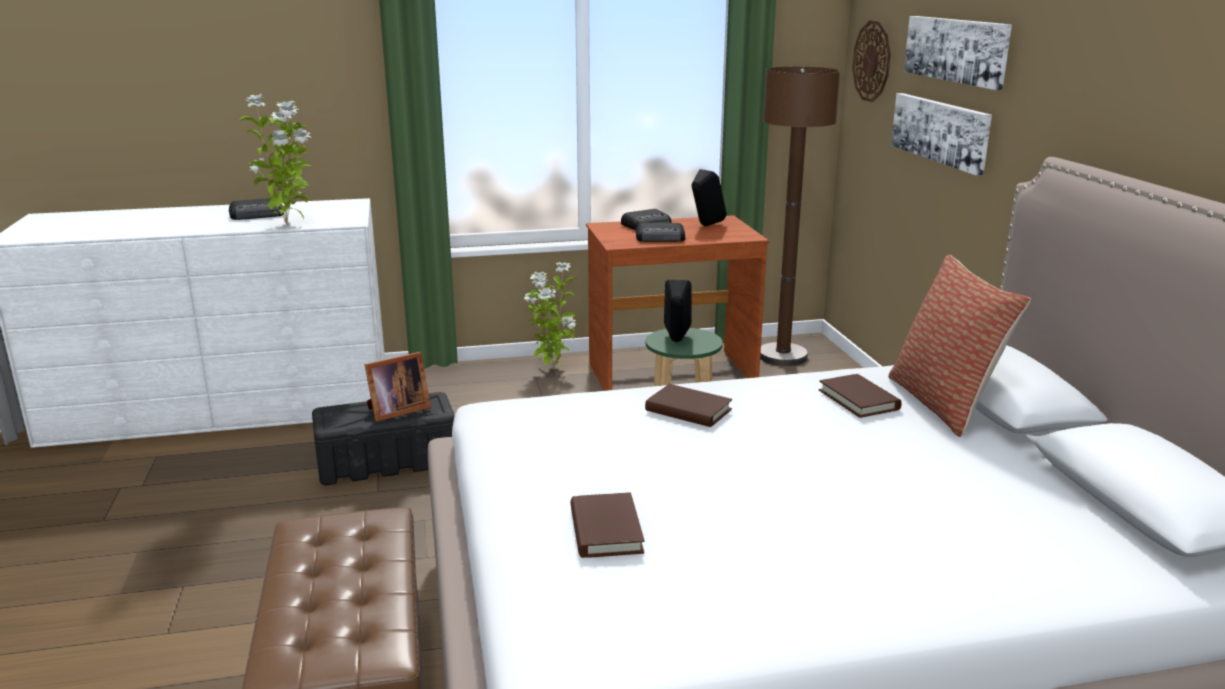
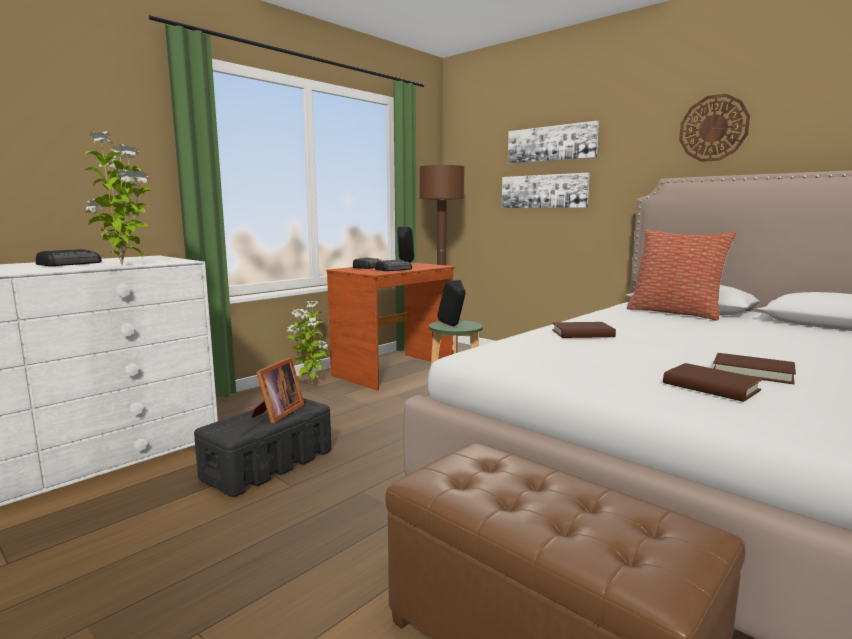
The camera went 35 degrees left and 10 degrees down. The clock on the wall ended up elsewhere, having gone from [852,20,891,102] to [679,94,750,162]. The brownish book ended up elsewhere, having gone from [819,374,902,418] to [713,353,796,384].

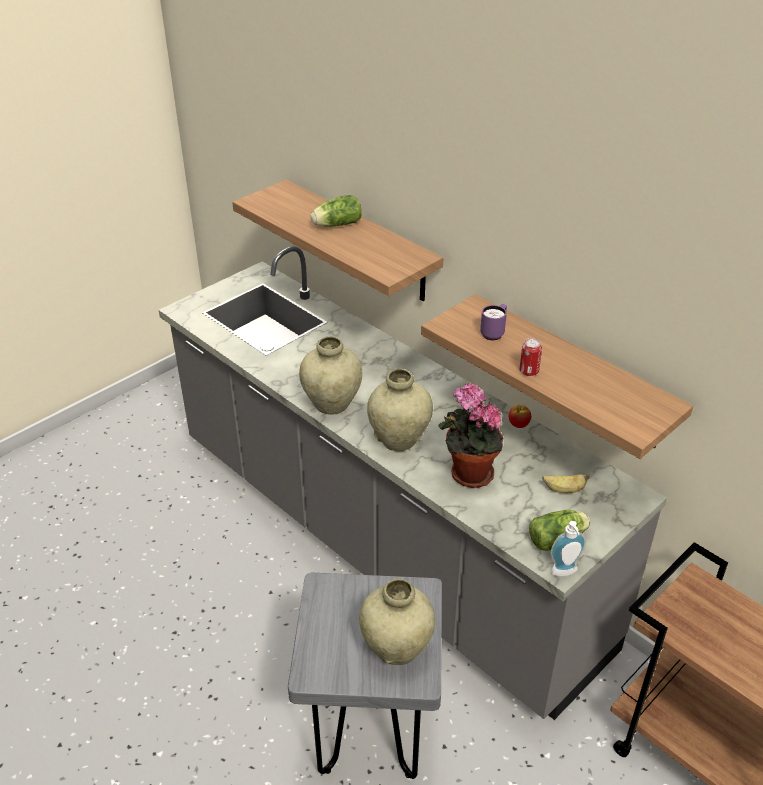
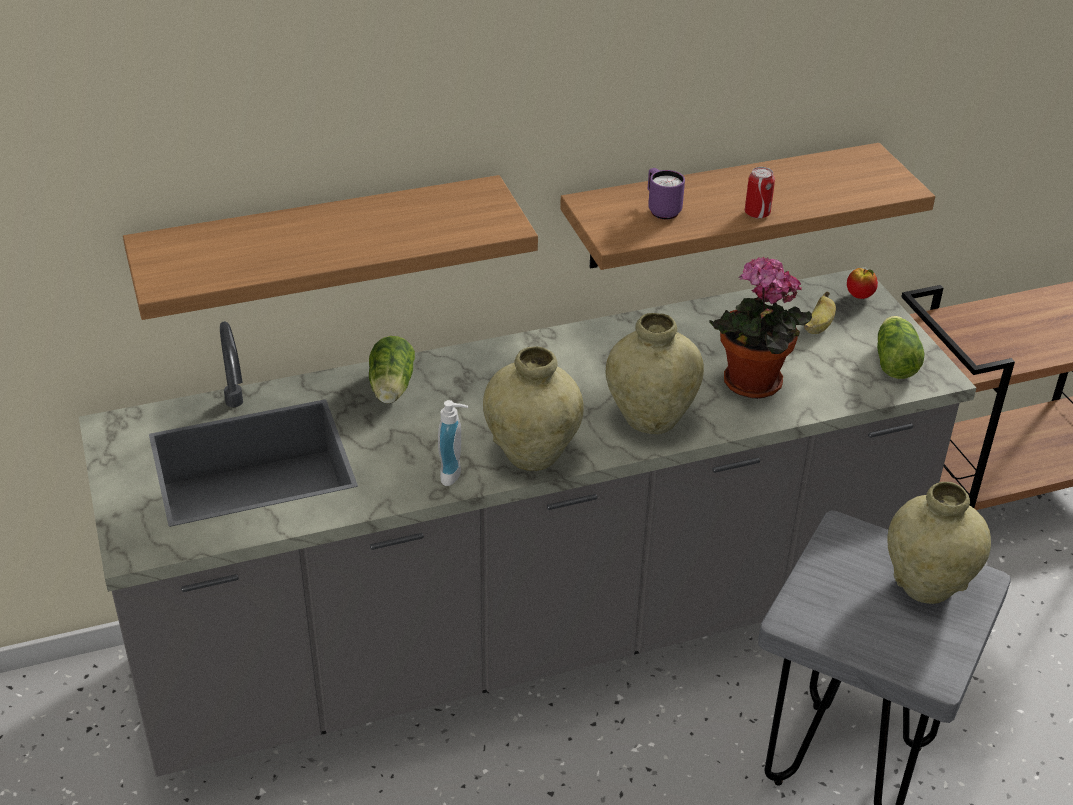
The camera went 65 degrees left and 0 degrees up. The lettuce head ended up elsewhere, having gone from [311,195,362,227] to [369,336,415,404]. The apple fruit ended up elsewhere, having gone from [509,405,531,428] to [847,268,878,299]. The liquid soap bottle ended up elsewhere, having gone from [551,521,586,576] to [438,400,468,486].

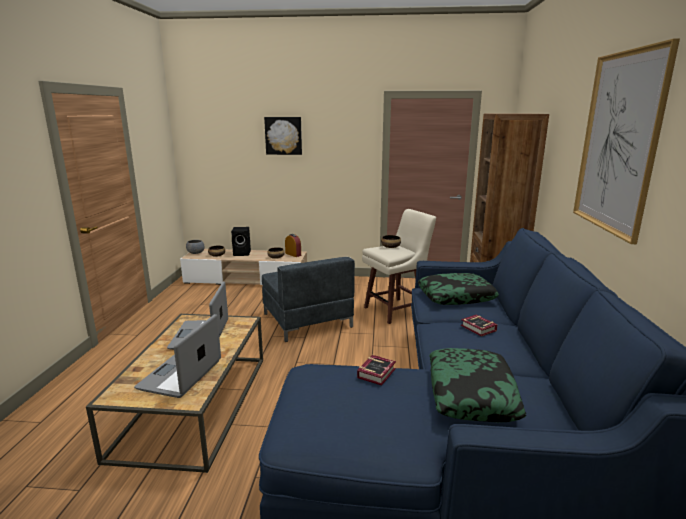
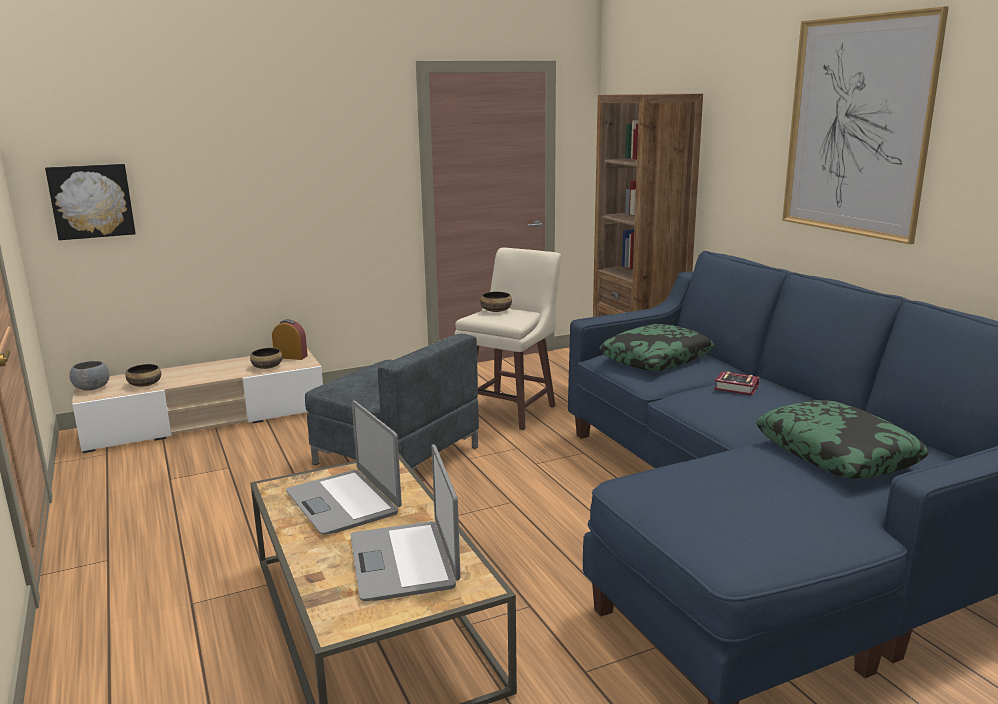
The camera went 30 degrees left and 0 degrees up. The wall art ended up elsewhere, having gone from [264,117,302,155] to [45,164,136,240]. The second view lost the blackish audio speaker at [231,227,251,256]. The second view lost the book at [357,355,396,386].

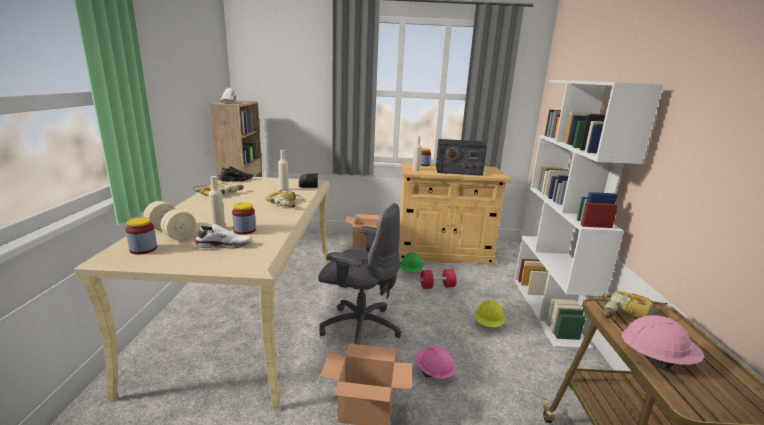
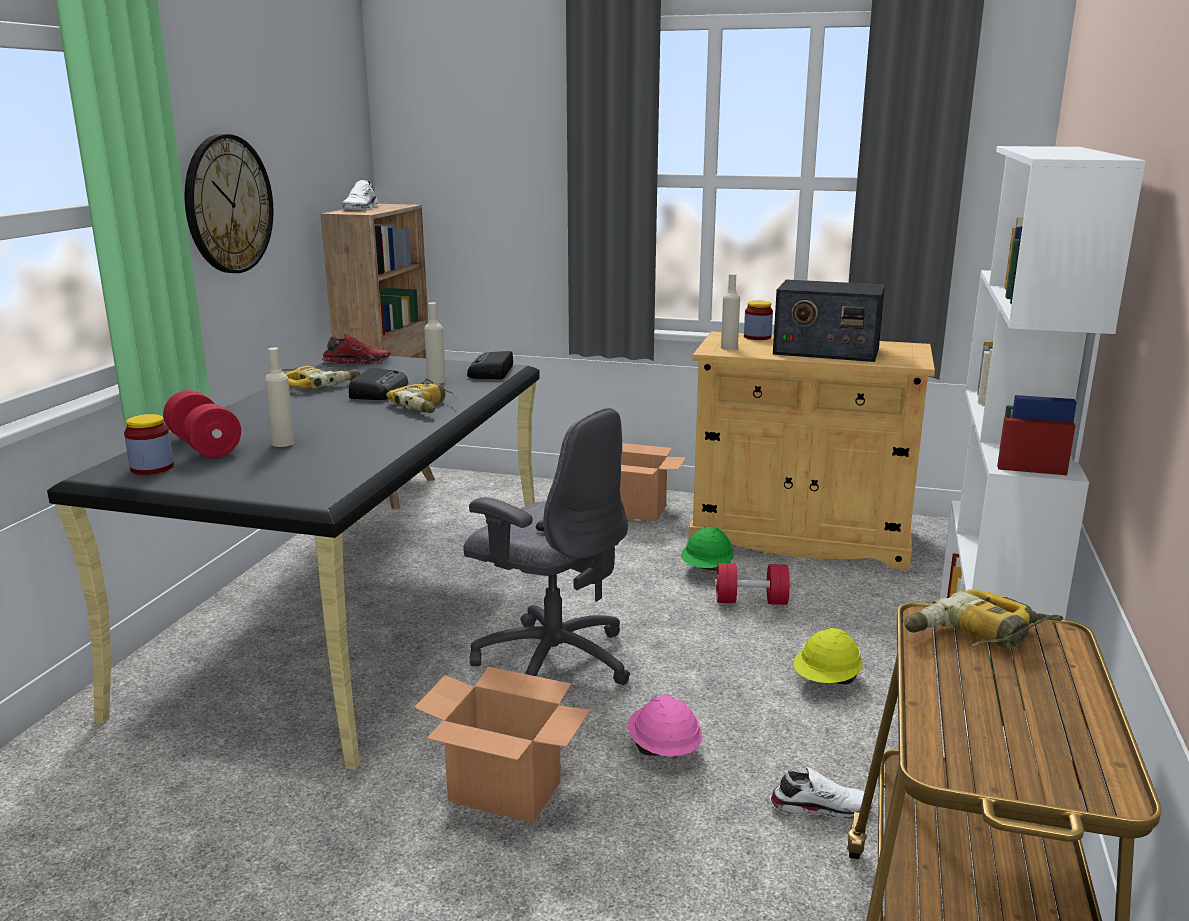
The camera went 15 degrees right and 0 degrees up. What was the blackish low shoe at [217,166,253,181] turned into the reddish low shoe at [322,334,391,364]. What was the beige desk at [74,177,330,410] turned into the blackish desk at [47,356,540,770]. What was the beige dumbbell at [143,201,196,240] turned into the reddish dumbbell at [163,390,241,457]. The second view lost the storage jar at [232,203,256,235]. The white-coloured low shoe ended up elsewhere, having gone from [194,223,252,249] to [769,767,874,819]. The second view lost the pink work helmet at [622,315,704,370]. The second view gained the clock on the wall at [185,134,274,273]. The second view gained the radio at [349,368,408,400].

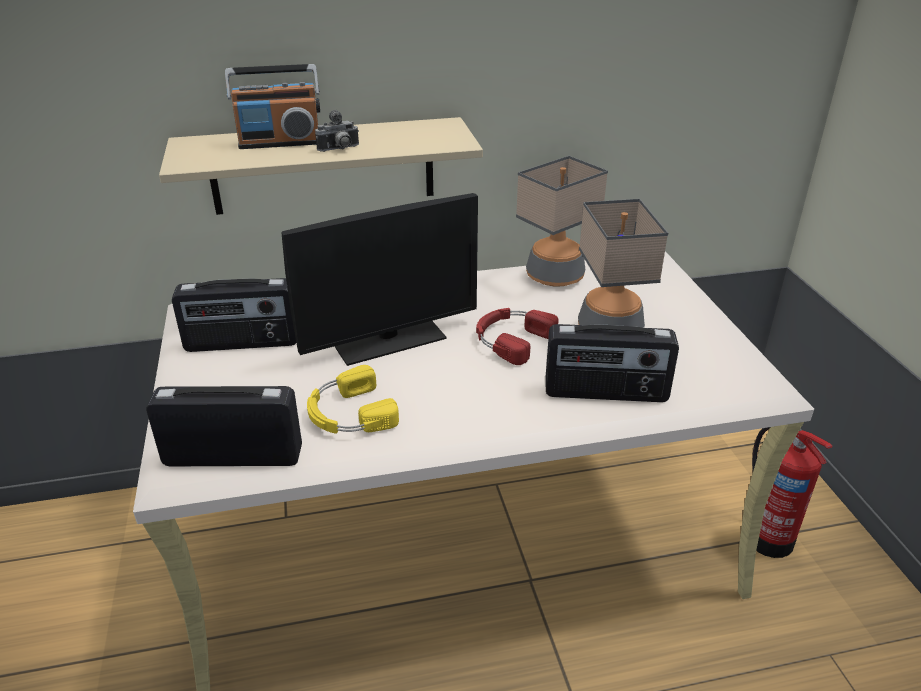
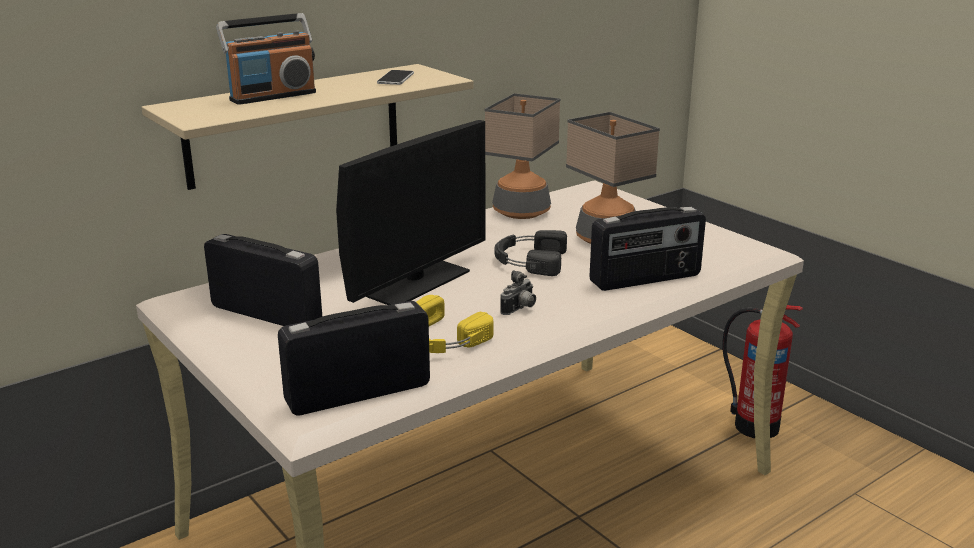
The camera went 25 degrees left and 10 degrees down. The photo camera ended up elsewhere, having gone from [315,110,359,152] to [500,270,536,315]. The radio at [172,278,296,352] ended up facing another way, 120 degrees counterclockwise from before. What was the reddish headphones at [476,308,558,365] turned into the blackish headphones at [495,230,567,276]. The second view gained the phone at [377,70,414,85].

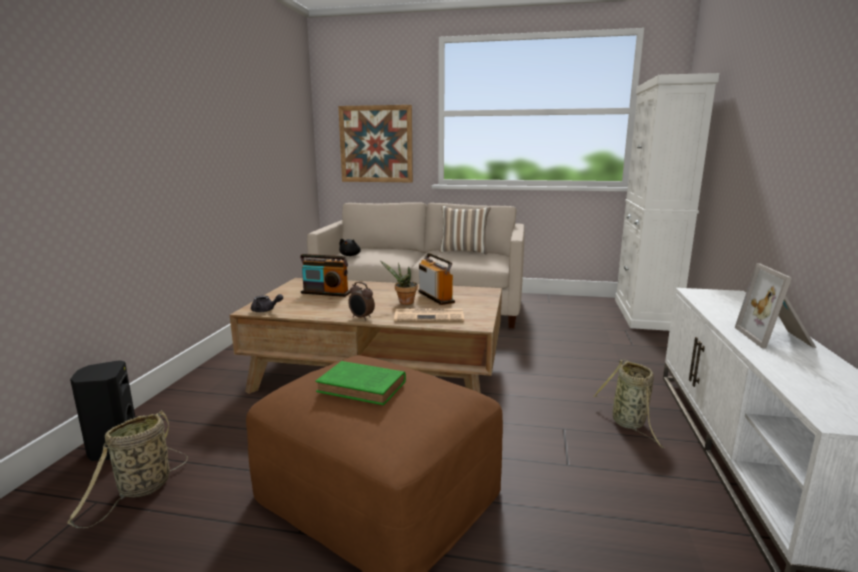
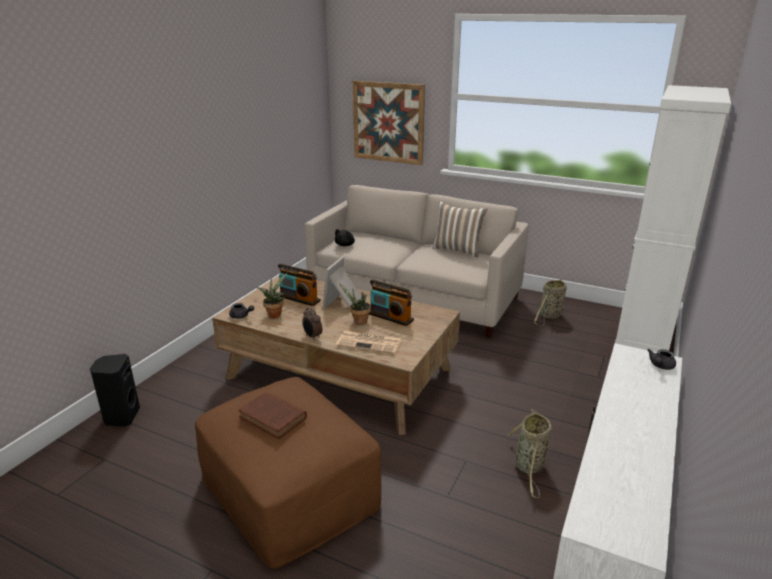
The camera went 15 degrees right and 10 degrees up. The radio at [418,253,455,305] ended up facing another way, 135 degrees clockwise from before. The standing frame ended up elsewhere, having gone from [735,263,816,349] to [323,256,362,309]. What was the green-coloured book at [315,361,406,405] turned into the brownish book at [238,392,307,439]. The storage basket ended up elsewhere, having gone from [67,410,188,528] to [534,279,566,326]. The second view gained the plant in a pot at [257,273,287,318]. The second view gained the gray teapot at [647,349,676,370].

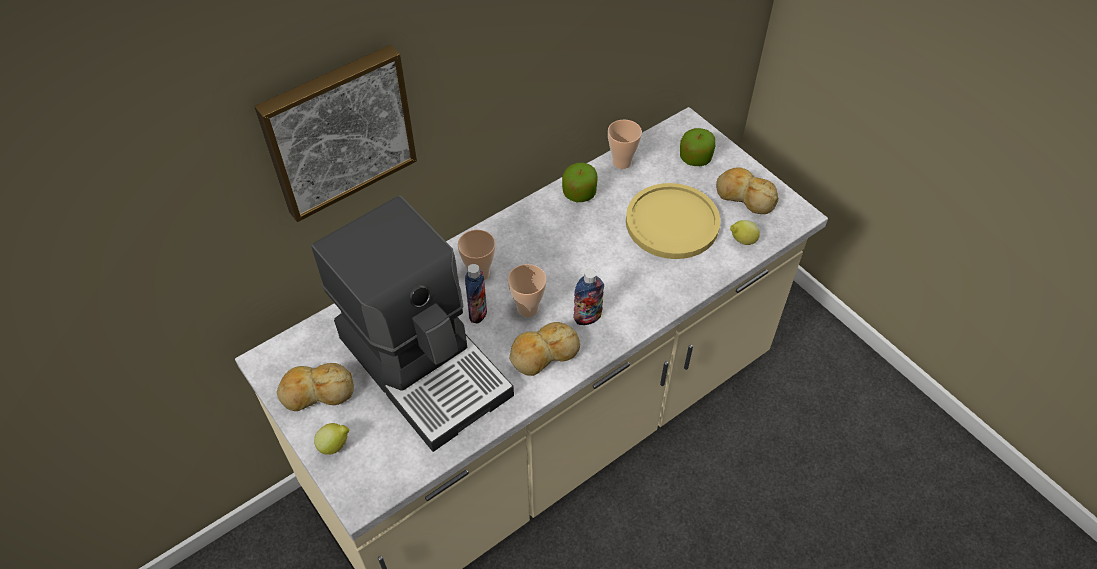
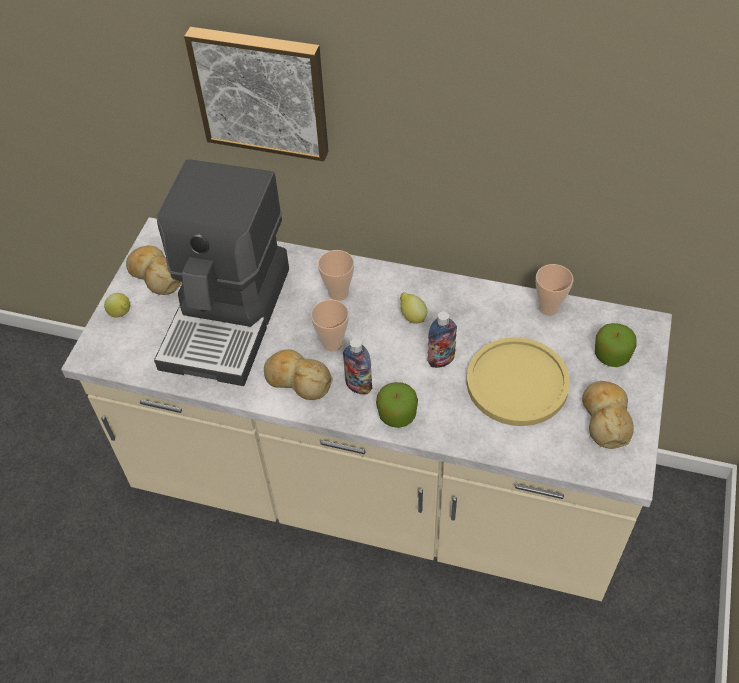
The camera went 55 degrees right and 0 degrees up. The apple fruit ended up elsewhere, having gone from [562,163,598,202] to [376,382,418,428]. The lemon ended up elsewhere, having gone from [730,220,760,245] to [400,292,427,324]. The bottle ended up elsewhere, having gone from [465,264,487,324] to [427,311,457,368].

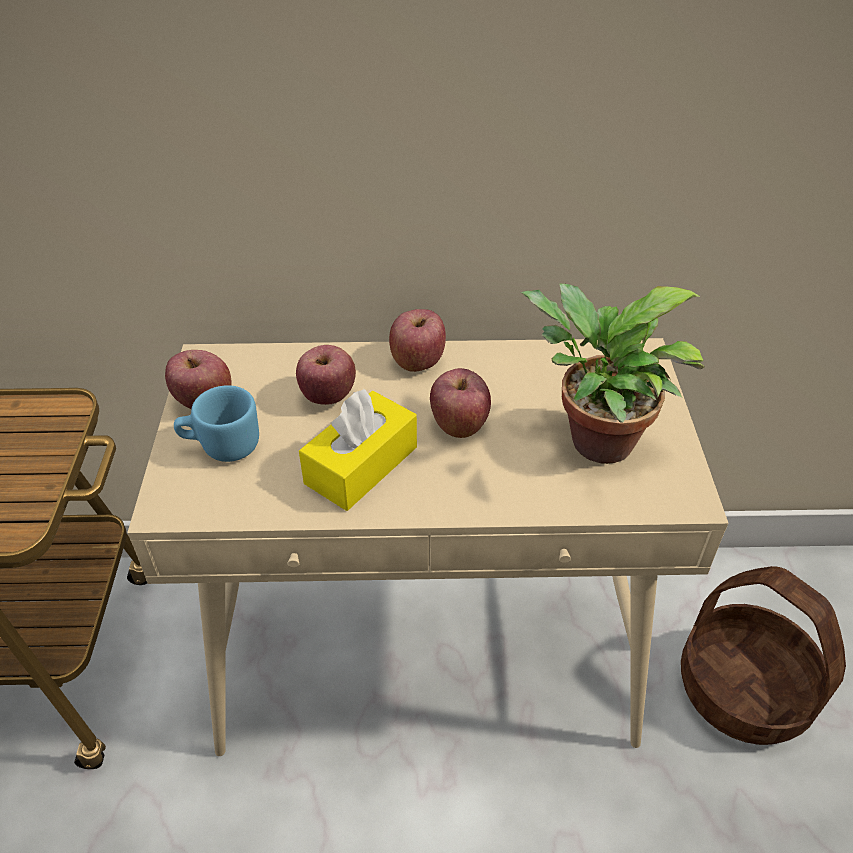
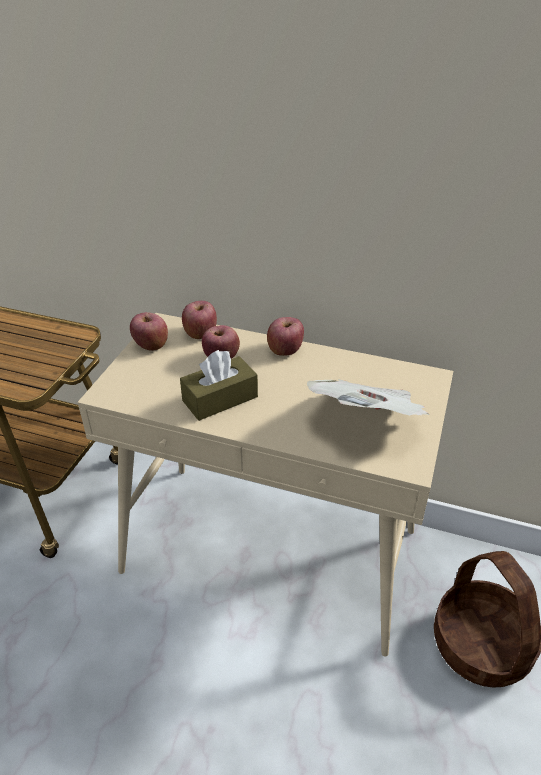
The camera went 20 degrees right and 5 degrees down. Where the plant in a pot stood at [520,283,705,464], the newspaper came to stand at [307,379,429,415]. The apple fruit ended up elsewhere, having gone from [430,368,491,438] to [182,301,217,339]. The second view lost the bluish mug at [174,385,259,462]. What was the yellowish box of tissues at [299,389,417,511] turned into the brownish box of tissues at [180,350,258,421].

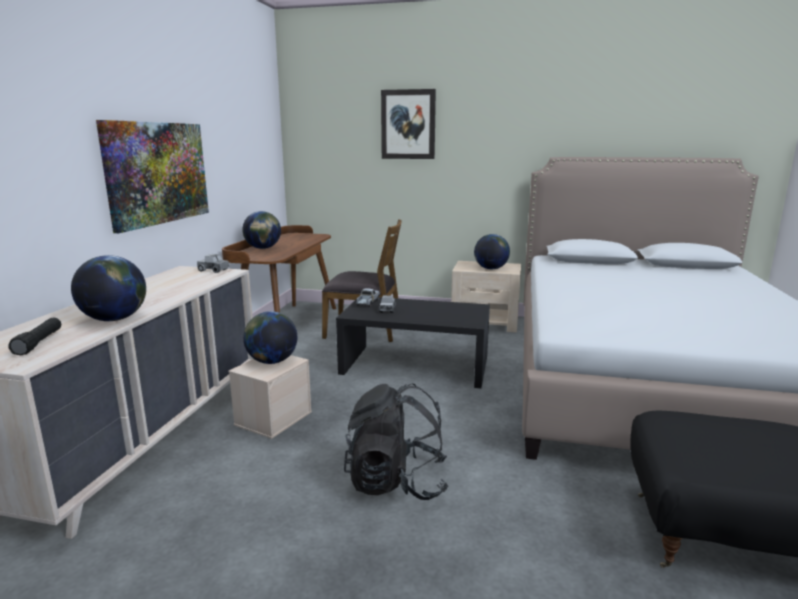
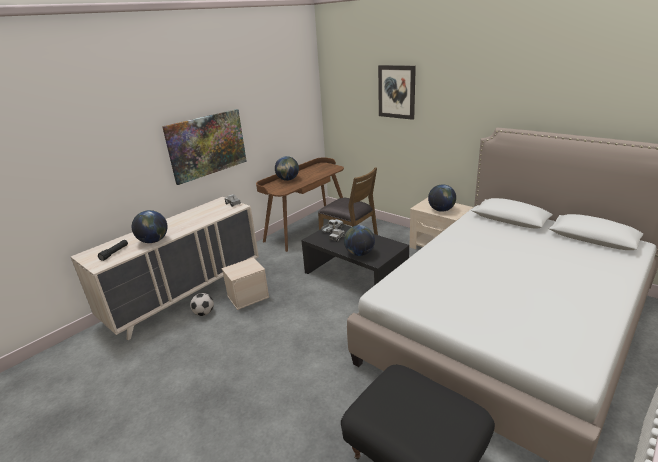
The camera went 30 degrees right and 10 degrees up. The desk globe ended up elsewhere, having gone from [243,311,297,364] to [344,225,375,256]. The second view lost the blackish backpack at [344,384,448,500]. The second view gained the football at [190,293,214,316].

